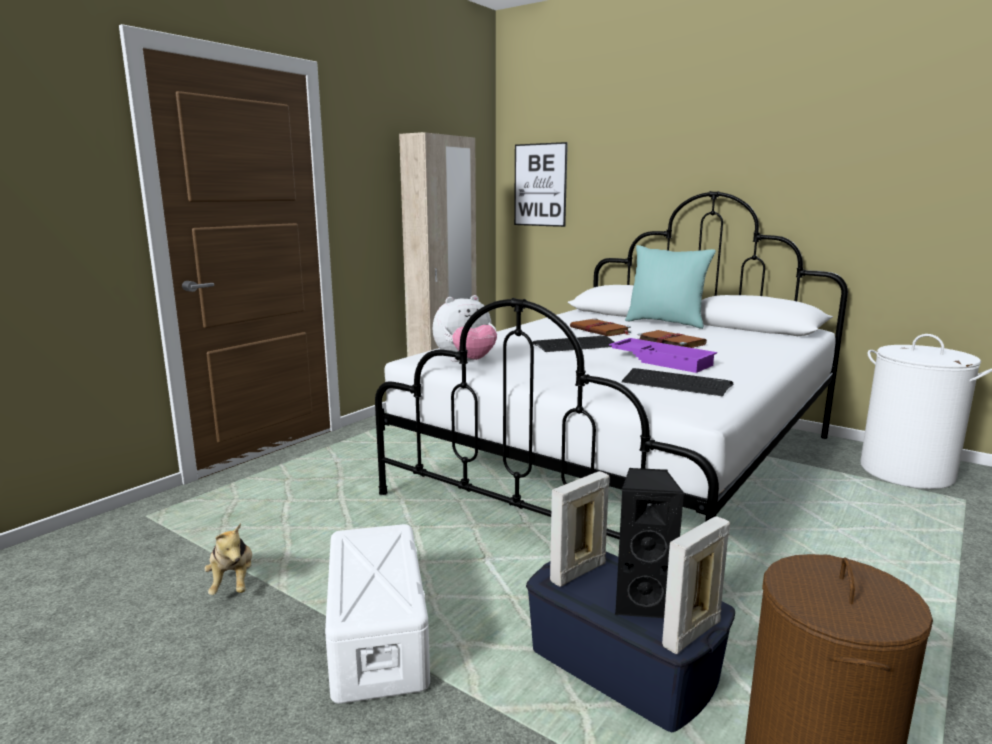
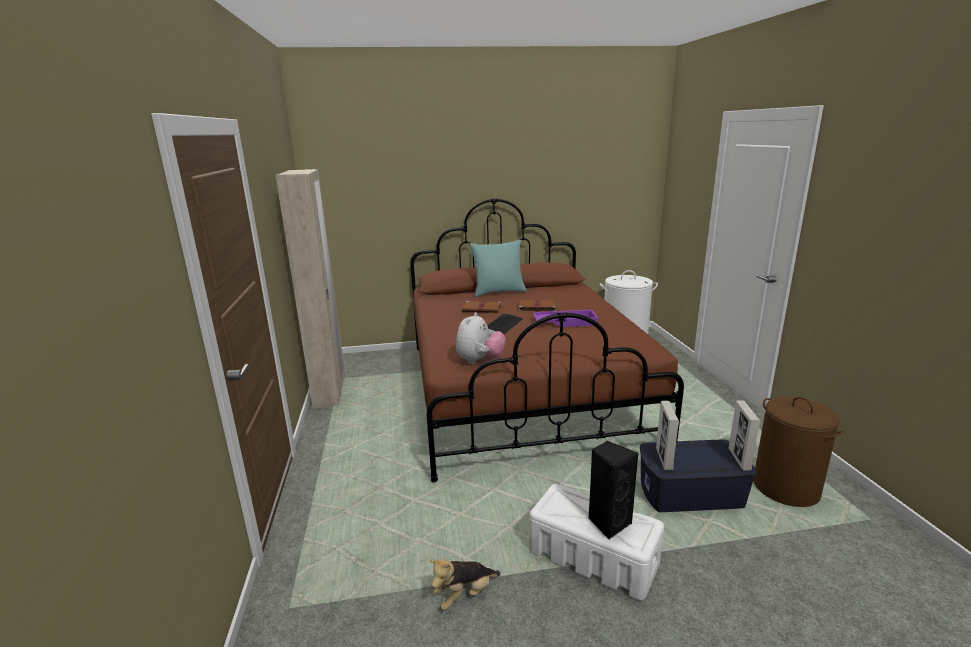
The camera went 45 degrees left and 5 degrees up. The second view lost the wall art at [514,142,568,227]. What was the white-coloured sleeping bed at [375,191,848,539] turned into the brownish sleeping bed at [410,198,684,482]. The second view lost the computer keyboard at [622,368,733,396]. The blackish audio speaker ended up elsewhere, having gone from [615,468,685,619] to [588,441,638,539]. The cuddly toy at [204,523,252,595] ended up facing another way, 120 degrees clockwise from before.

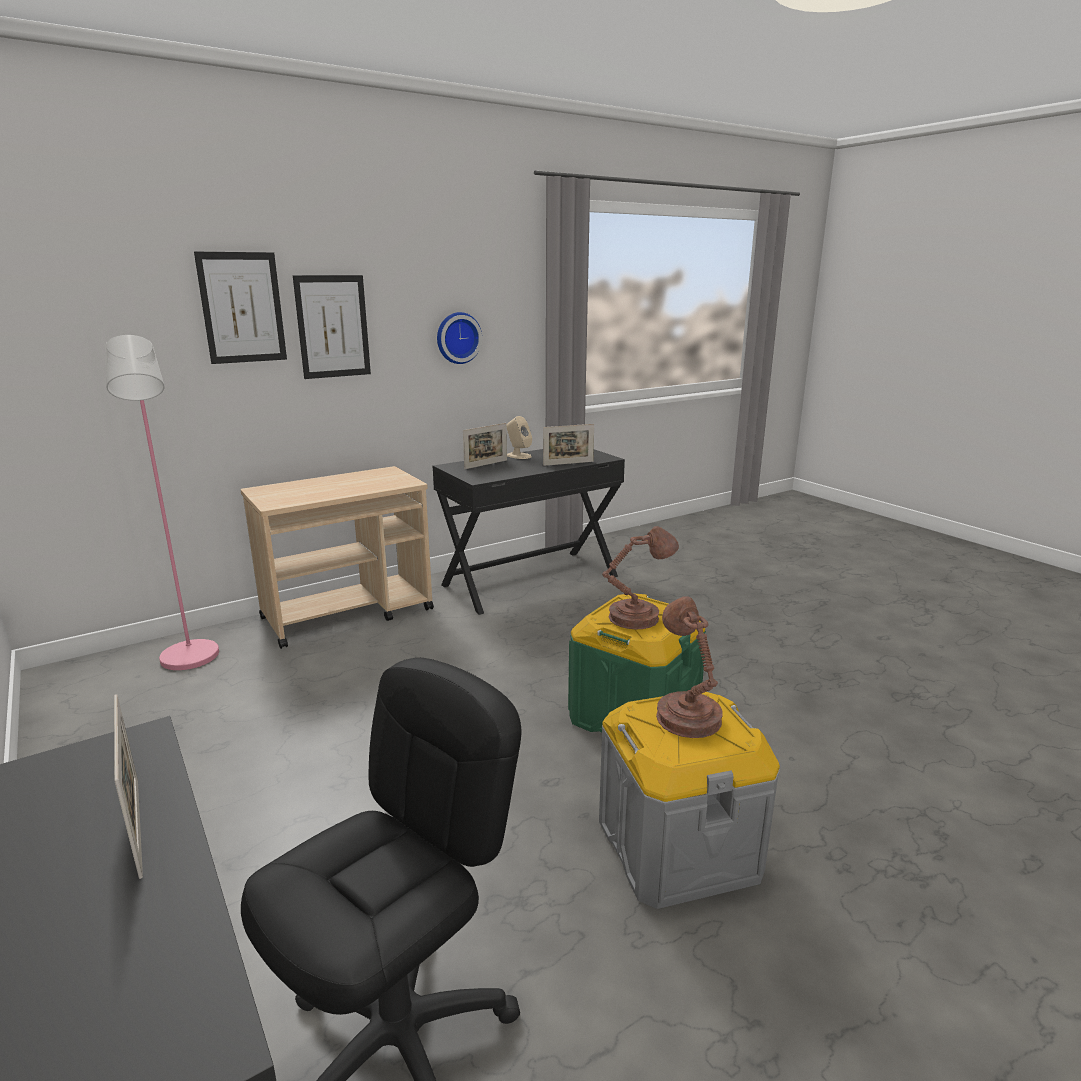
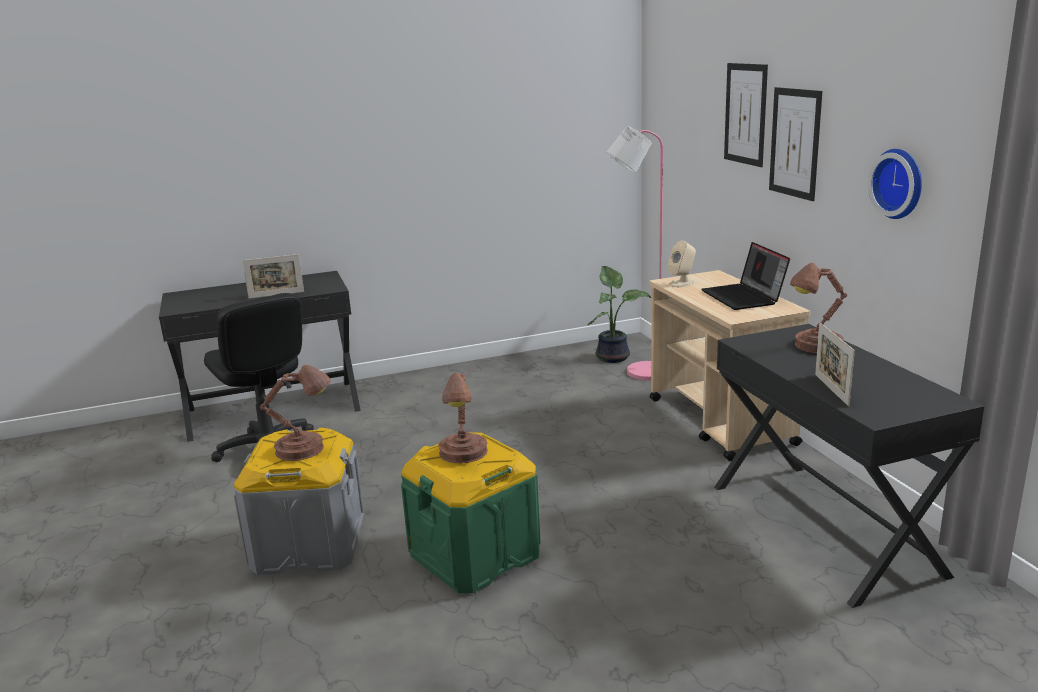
The camera went 105 degrees right and 0 degrees up. The beige audio speaker ended up elsewhere, having gone from [506,416,532,459] to [668,241,696,287]. Where the standing frame stood at [463,423,507,469], the brownish lamp for a table came to stand at [790,263,847,353]. The second view gained the laptop at [702,242,790,310]. The second view gained the plant in a pot at [588,266,651,363].

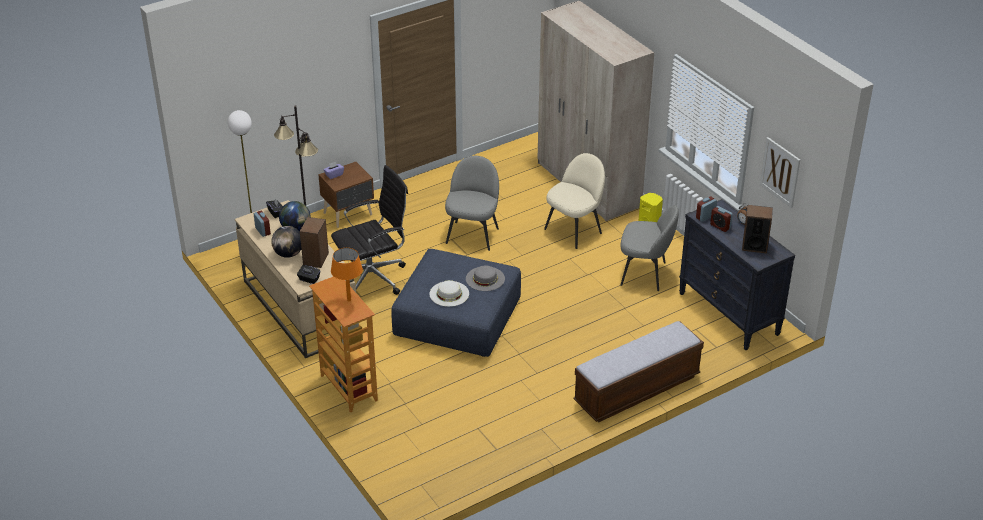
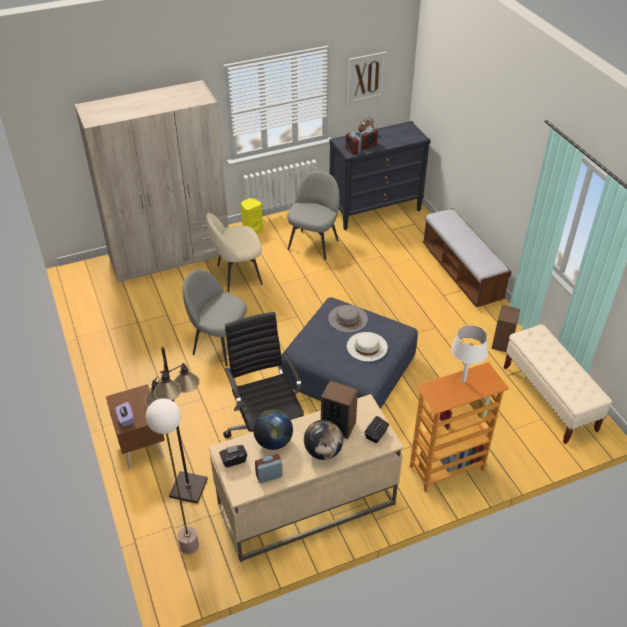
The camera went 80 degrees left and 5 degrees up. The beige upright chair at [544,153,605,249] ended up facing another way, 75 degrees counterclockwise from before. The audio speaker ended up elsewhere, having gone from [742,205,773,253] to [492,305,520,352]. What was the orangey lamp for a table at [331,248,363,301] turned into the white-coloured lamp for a table at [451,325,488,382]. The second view gained the beige long seat at [504,325,612,444].

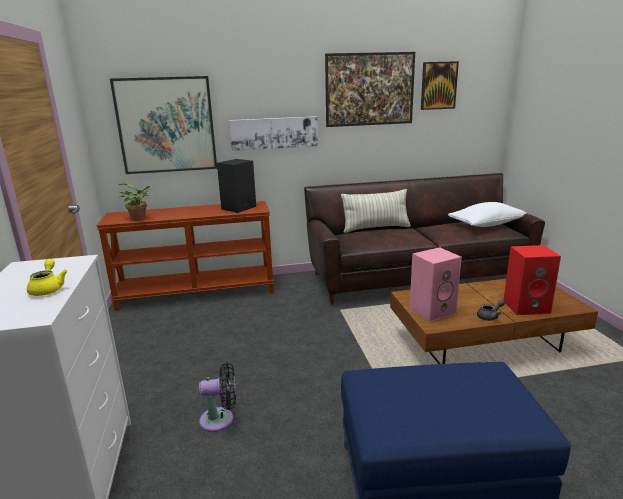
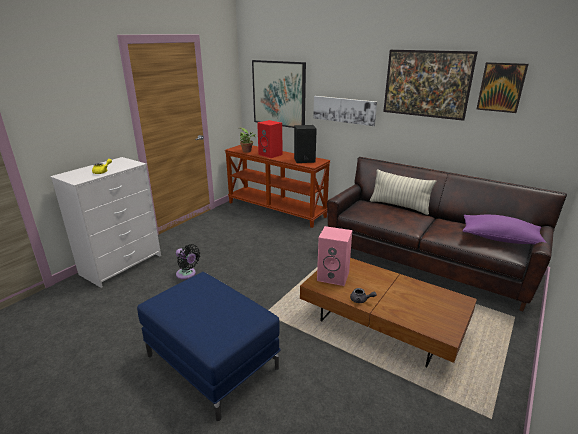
The camera went 45 degrees right and 5 degrees up. What was the white-coloured pillow at [448,202,528,227] turned into the purple-coloured pillow at [463,215,547,245]. The reddish audio speaker ended up elsewhere, having gone from [503,245,561,315] to [257,120,282,158].

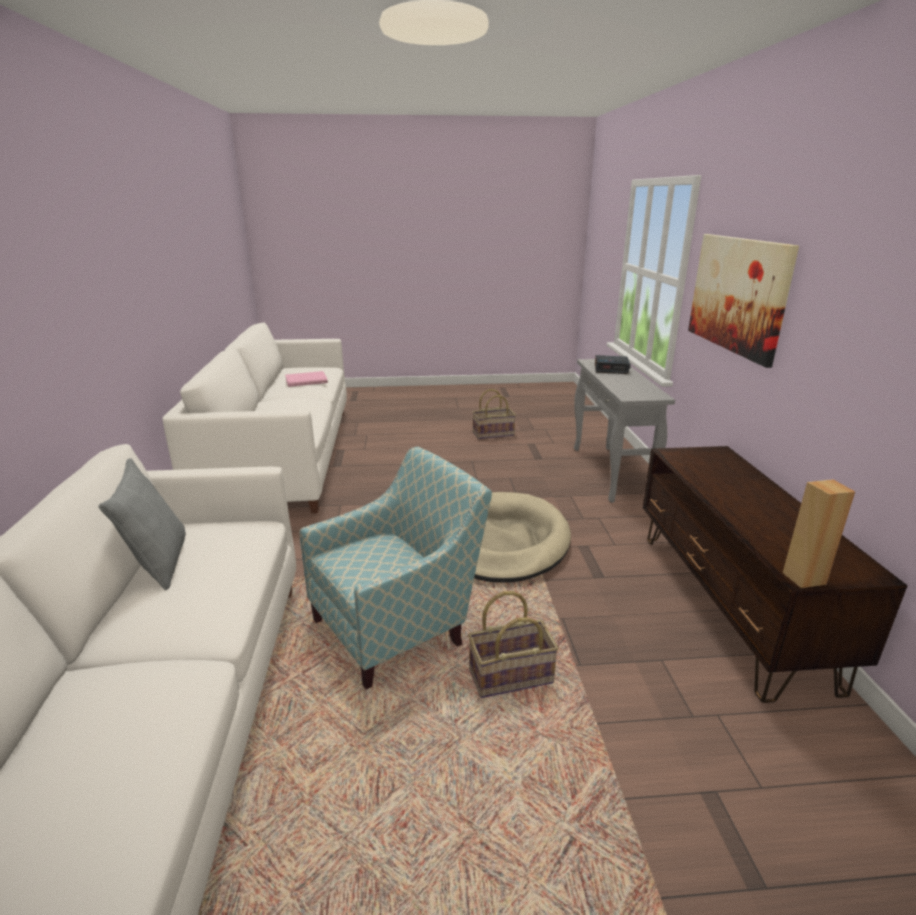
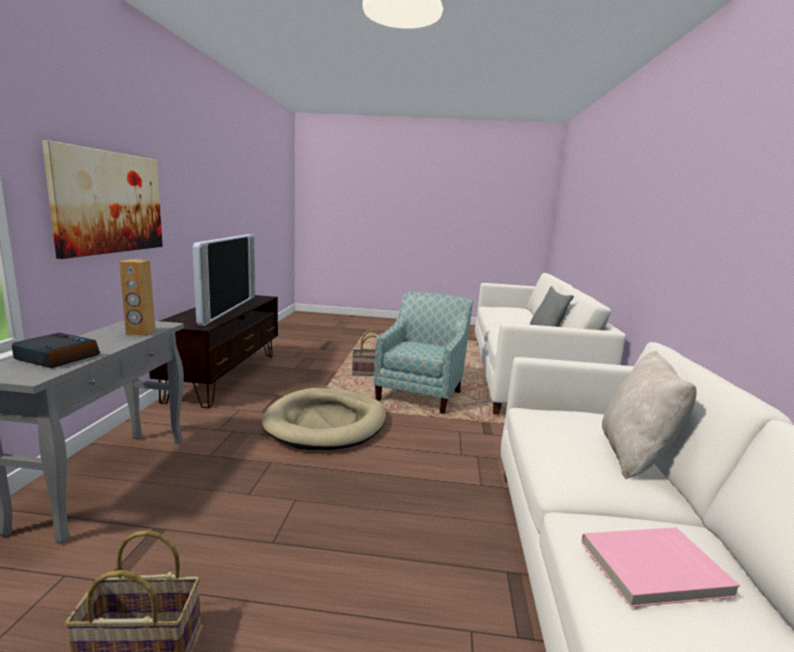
The camera went 170 degrees left and 10 degrees down. The lounge chair at [299,446,492,689] ended up facing another way, 135 degrees clockwise from before. The brownish audio speaker ended up elsewhere, having gone from [783,479,855,588] to [119,259,156,336]. The second view gained the TV at [193,234,255,326]. The second view gained the beige pillow at [602,351,697,479].

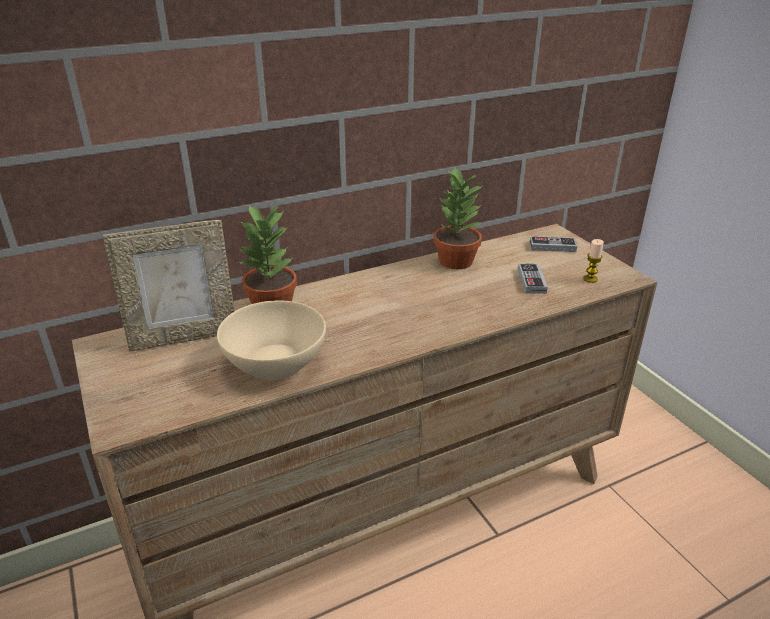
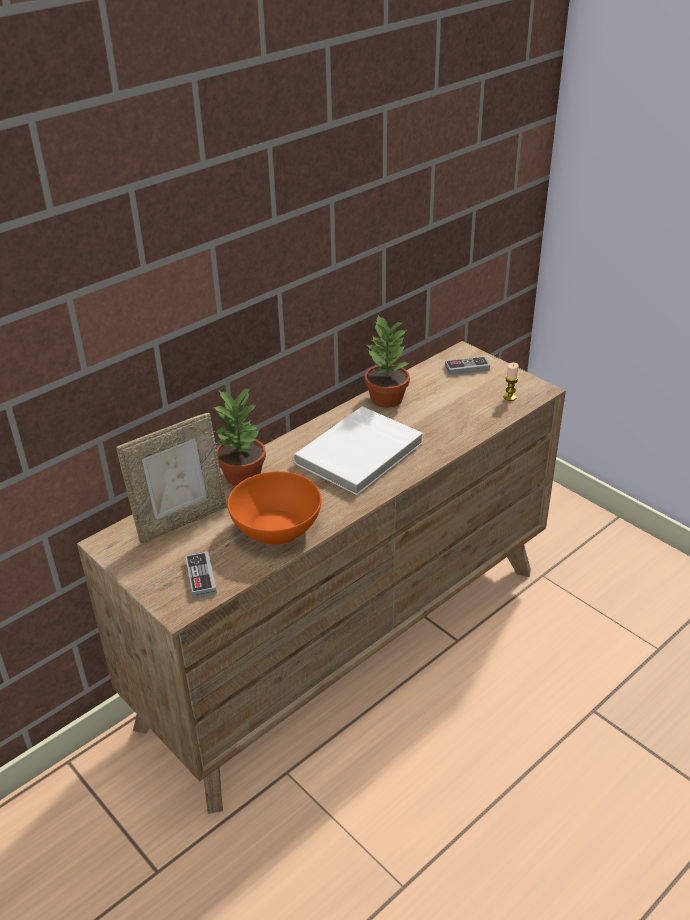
The camera went 15 degrees left and 5 degrees up. The joypad ended up elsewhere, having gone from [518,264,548,294] to [185,552,217,598]. What was the beige serving bowl at [217,300,326,380] turned into the orangey serving bowl at [228,471,321,545]. The second view gained the white-coloured book at [293,406,423,495].

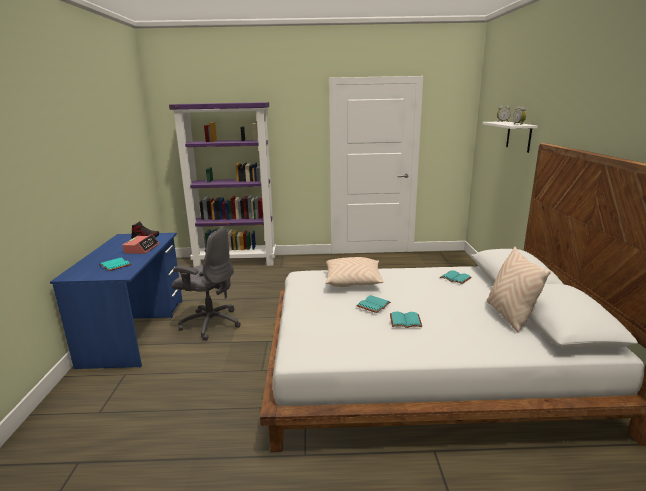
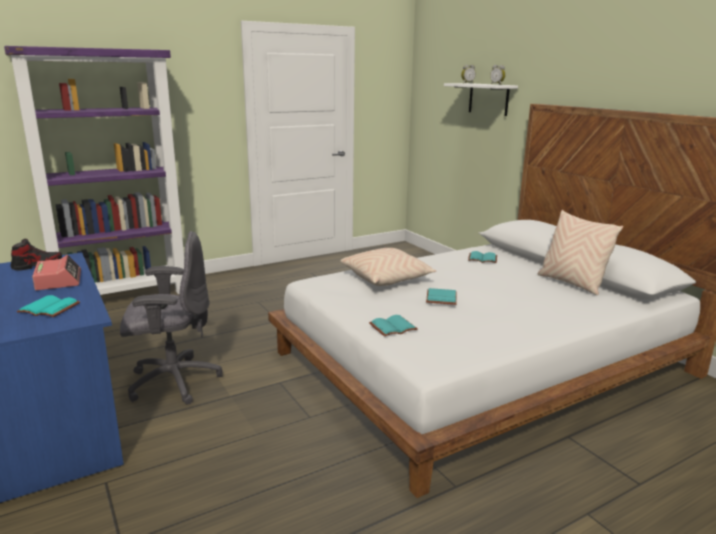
The camera went 30 degrees left and 0 degrees up. The turquoise-coloured book ended up elsewhere, having gone from [390,312,422,328] to [369,315,418,337].

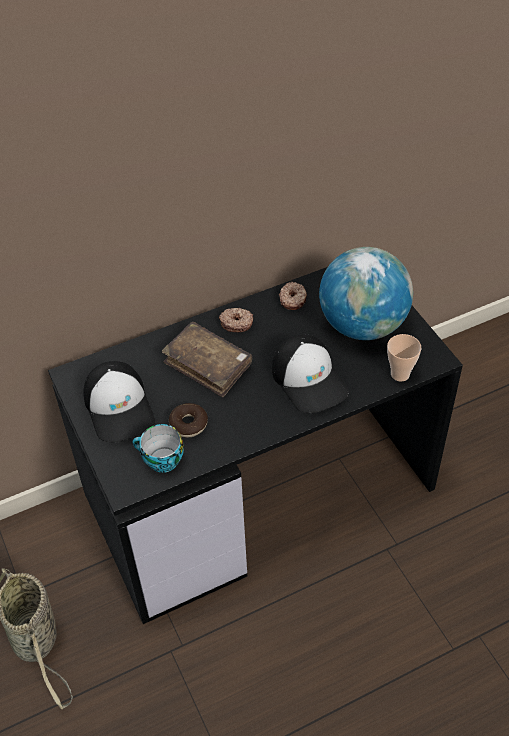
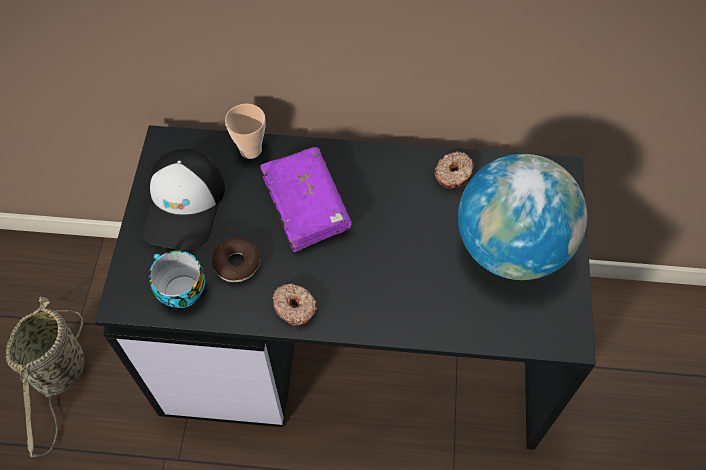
The camera went 30 degrees right and 10 degrees up. The doughnut ended up elsewhere, having gone from [219,308,253,332] to [273,283,317,326]. What was the brownish book at [162,322,252,398] turned into the purple-coloured book at [260,147,352,252]. The cup ended up elsewhere, having gone from [387,334,421,382] to [225,104,266,159]. The second view lost the peaked cap at [272,335,349,413].

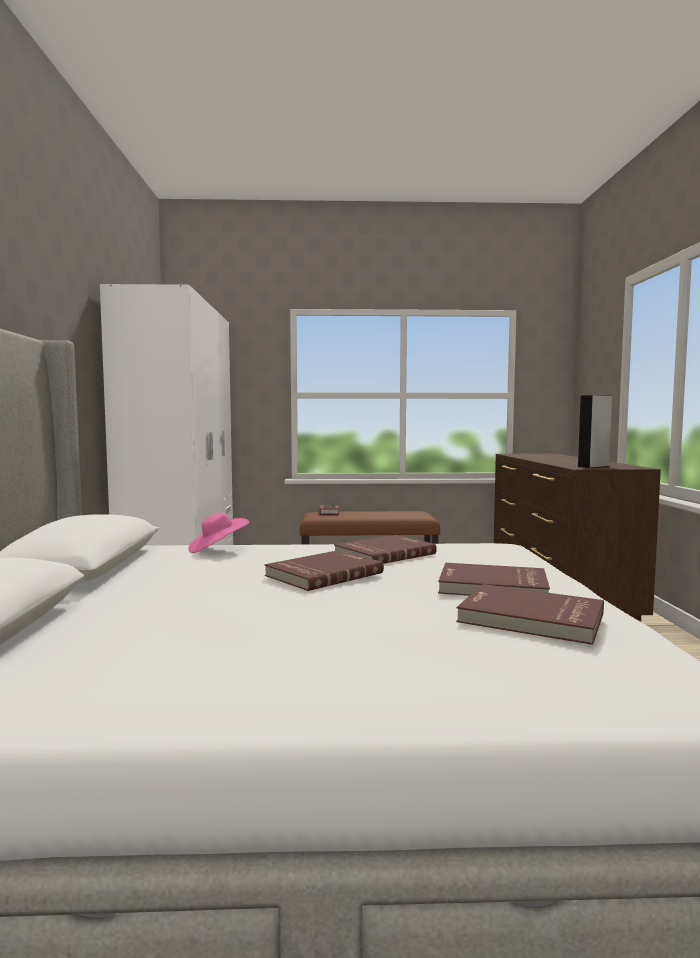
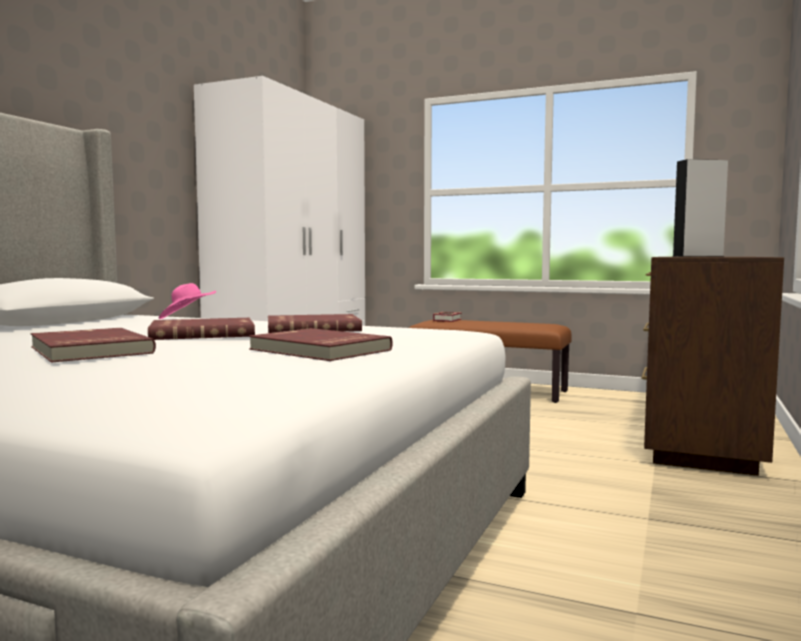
The camera went 25 degrees right and 0 degrees up. The reddish book ended up elsewhere, having gone from [456,584,604,645] to [31,328,156,363].

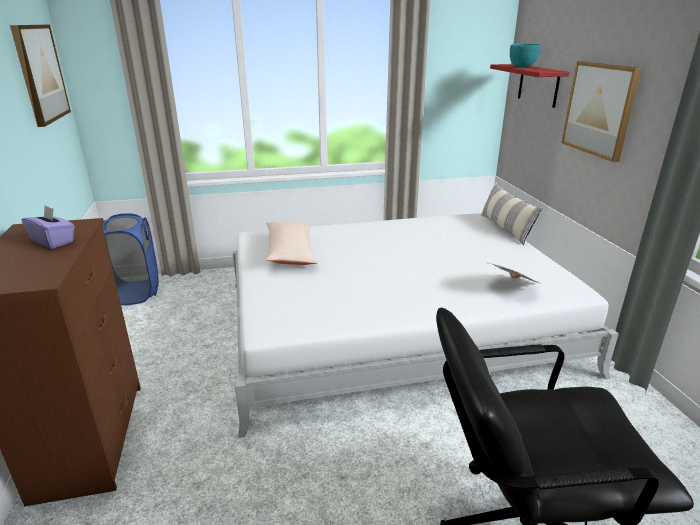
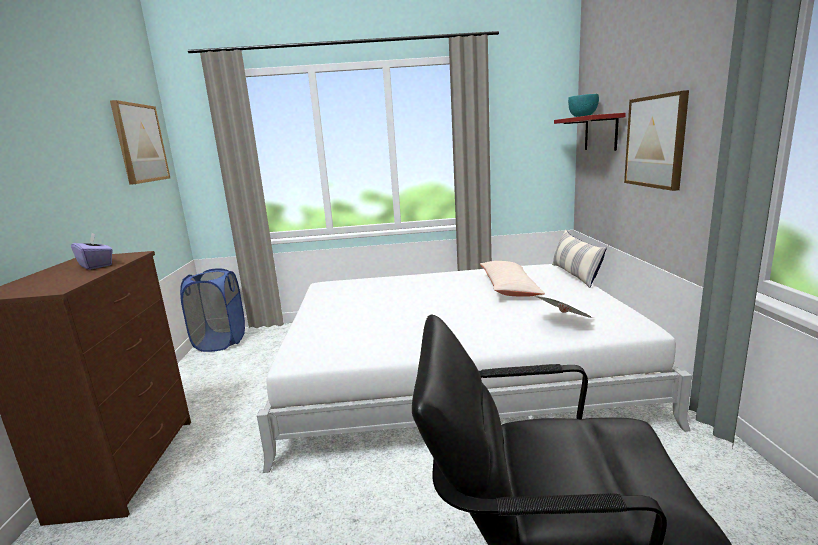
The camera went 10 degrees right and 10 degrees down. The beige pillow ended up elsewhere, having gone from [266,221,318,265] to [480,261,545,297].

